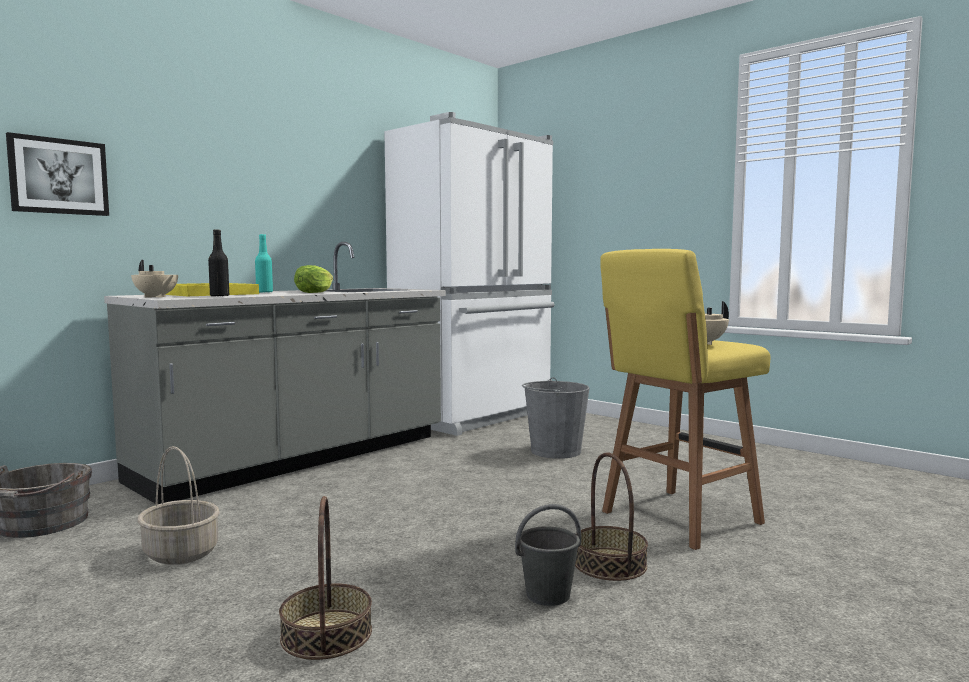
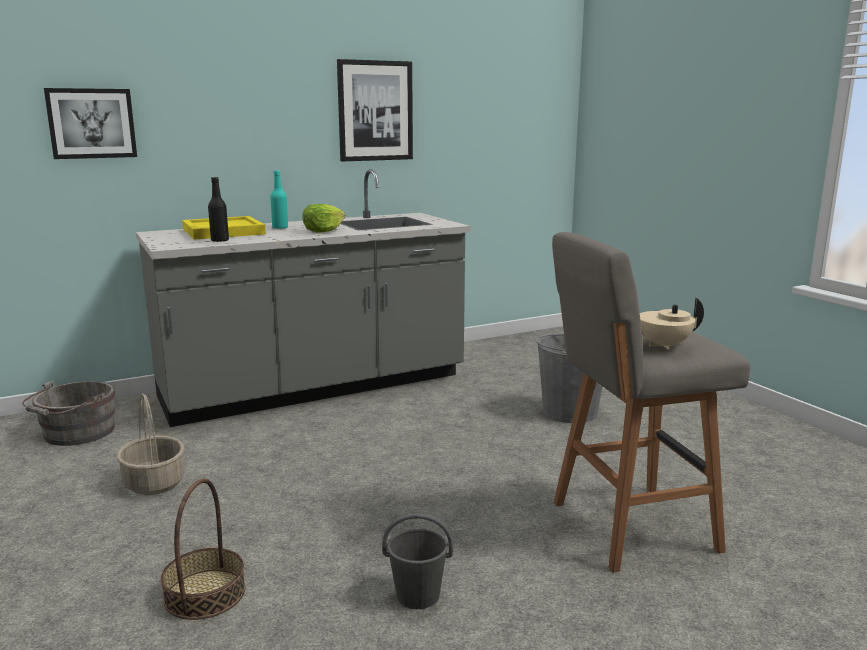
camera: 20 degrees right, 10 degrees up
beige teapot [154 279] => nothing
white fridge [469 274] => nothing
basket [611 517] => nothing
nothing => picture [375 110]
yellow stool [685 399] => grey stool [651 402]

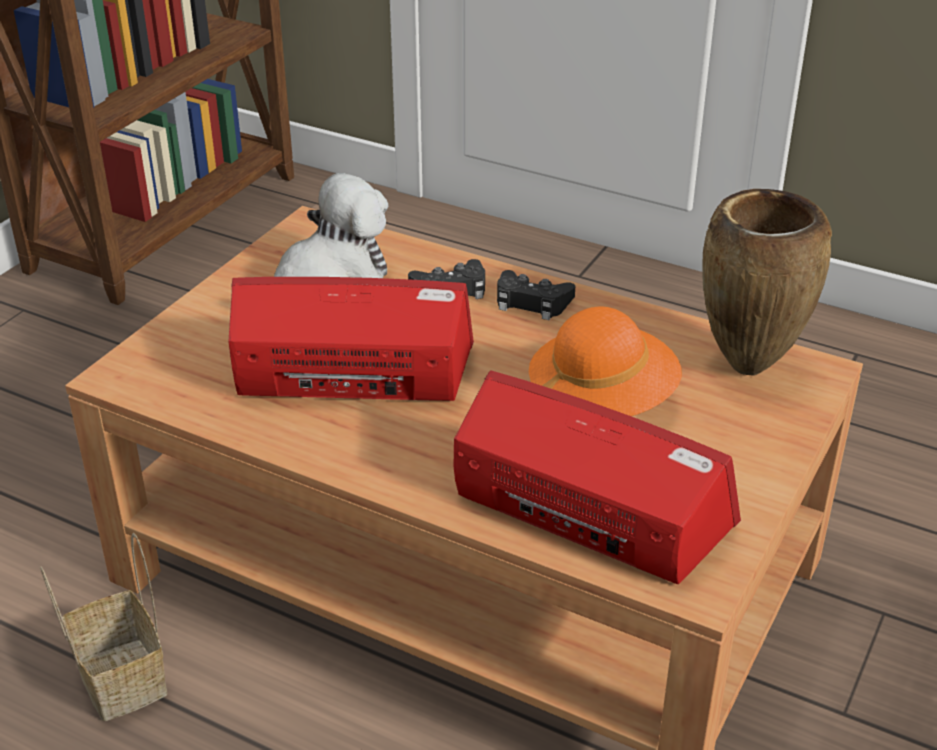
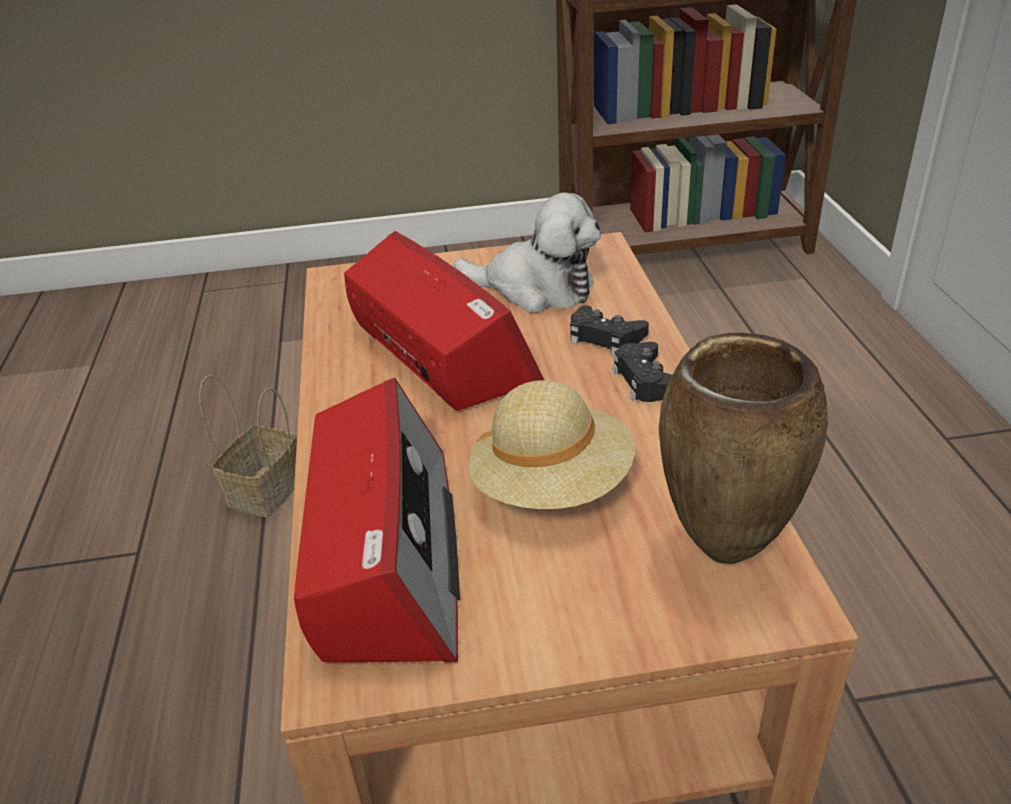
camera: 55 degrees right, 0 degrees up
orange hat [605 361] => beige hat [552 444]

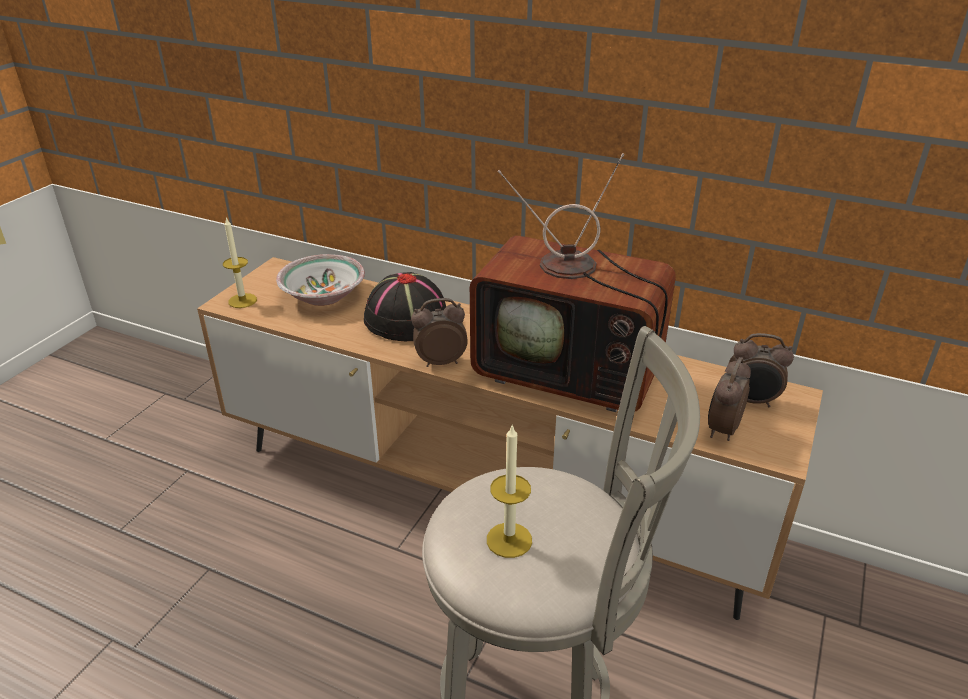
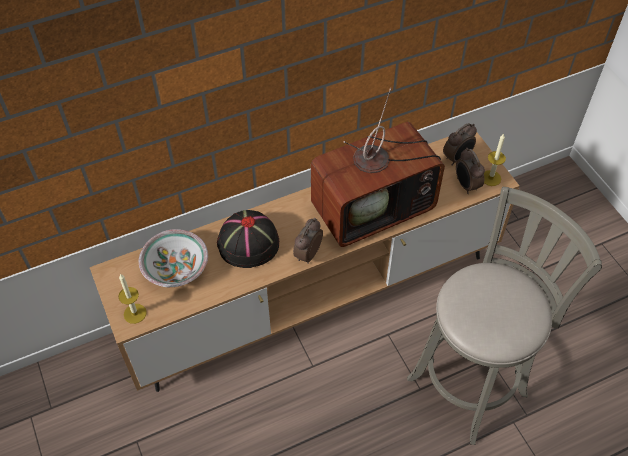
camera: 50 degrees left, 20 degrees up
candle [509 491] => candle [495 159], relocated

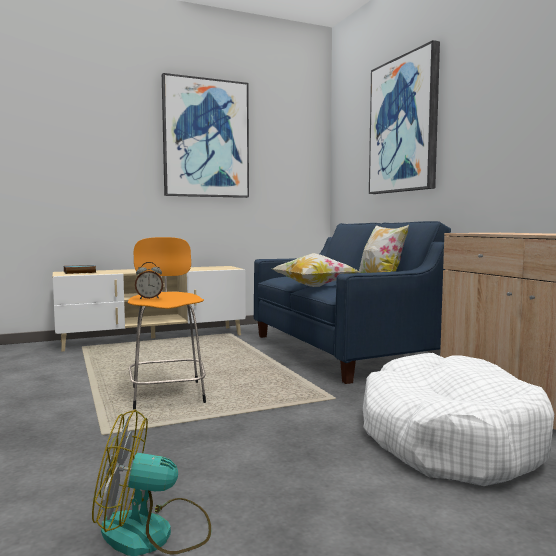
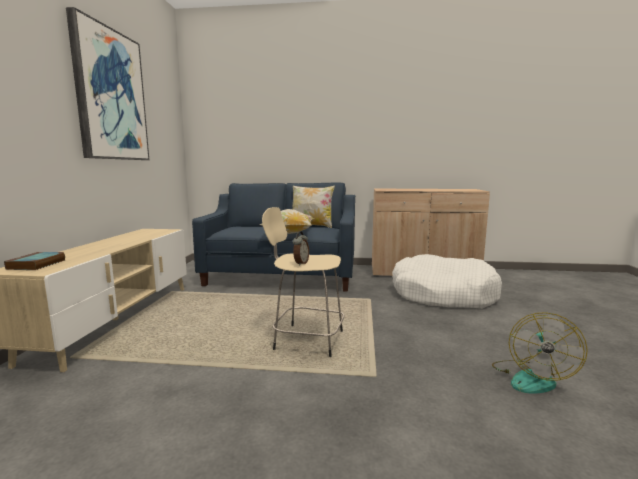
camera: 60 degrees left, 5 degrees up
picture [404 117] => nothing
orange stool [167 323] => beige stool [303 282]

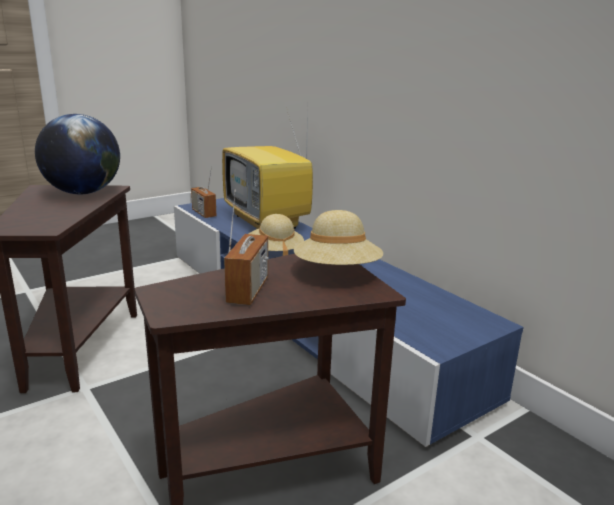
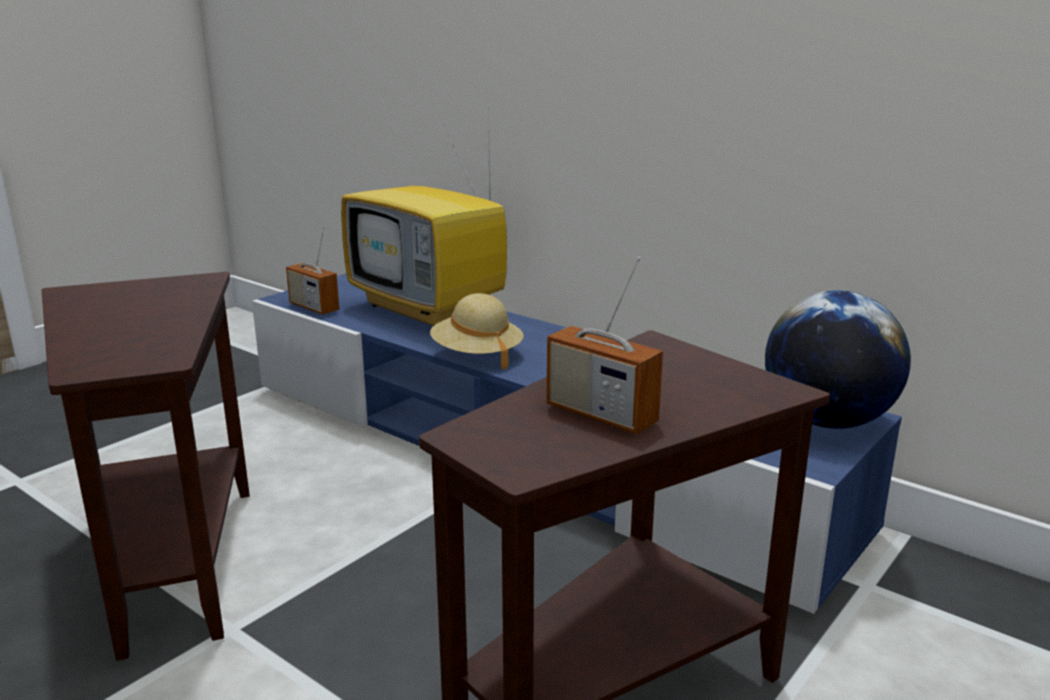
camera: 15 degrees left, 0 degrees up
beige hat [338 237] => nothing
globe [77 154] => globe [838 359], relocated
radio [246 247] => radio [605 345], 135 degrees clockwise

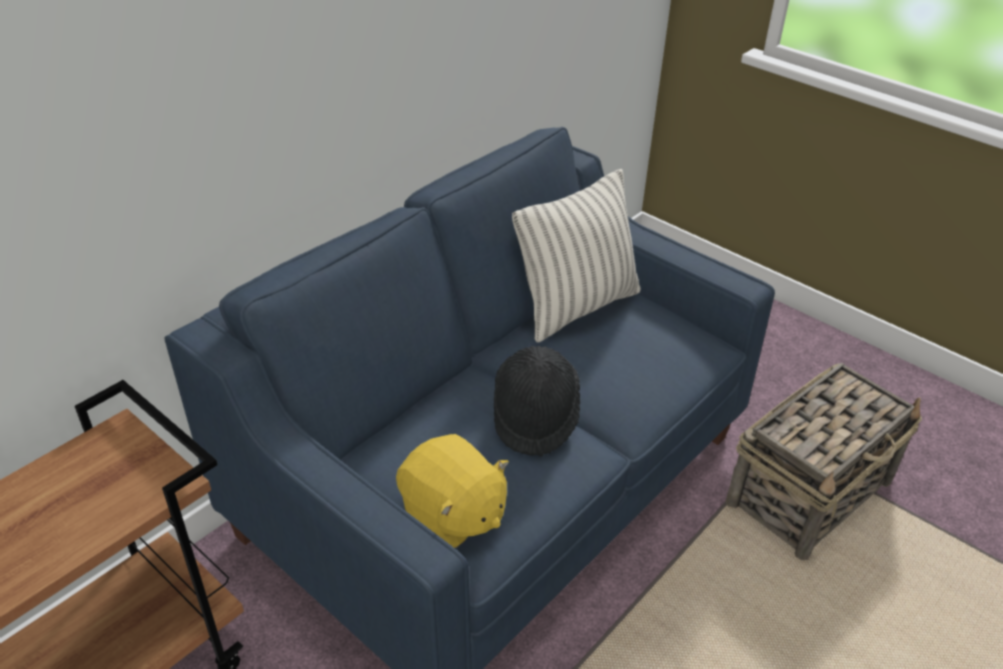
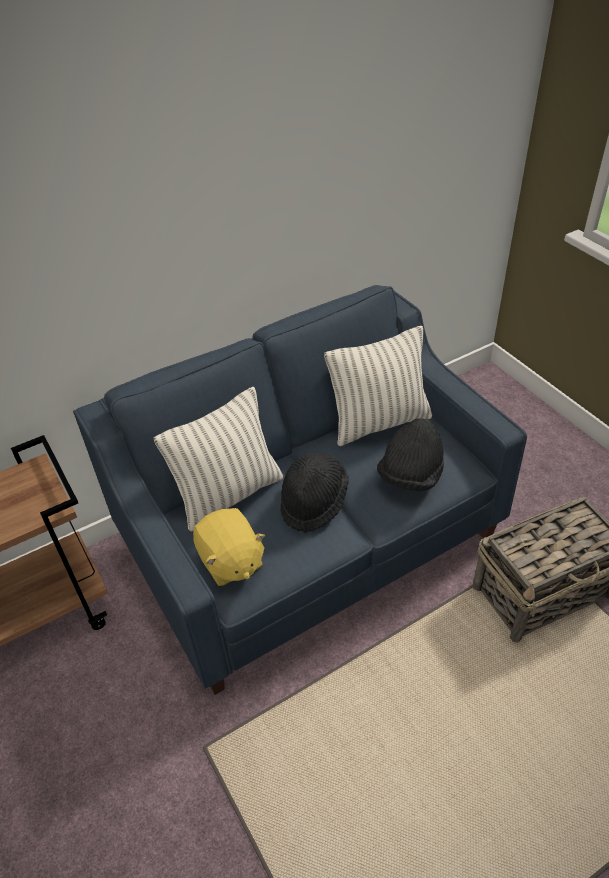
camera: 20 degrees right, 5 degrees up
nothing => pillow [218 459]
nothing => black hat [410 454]

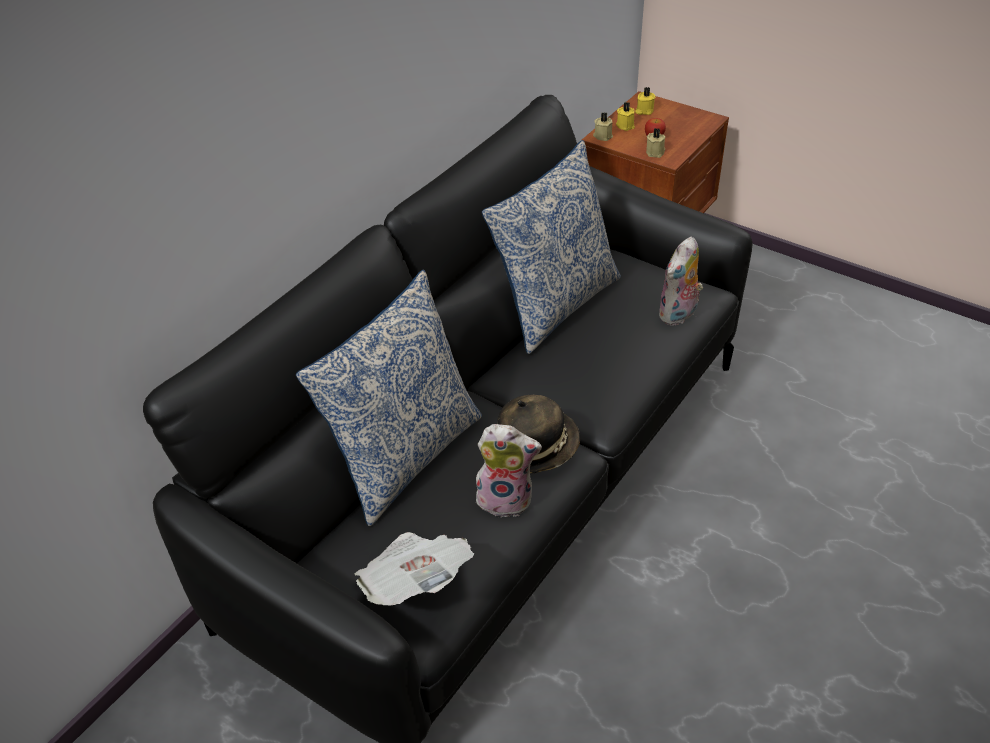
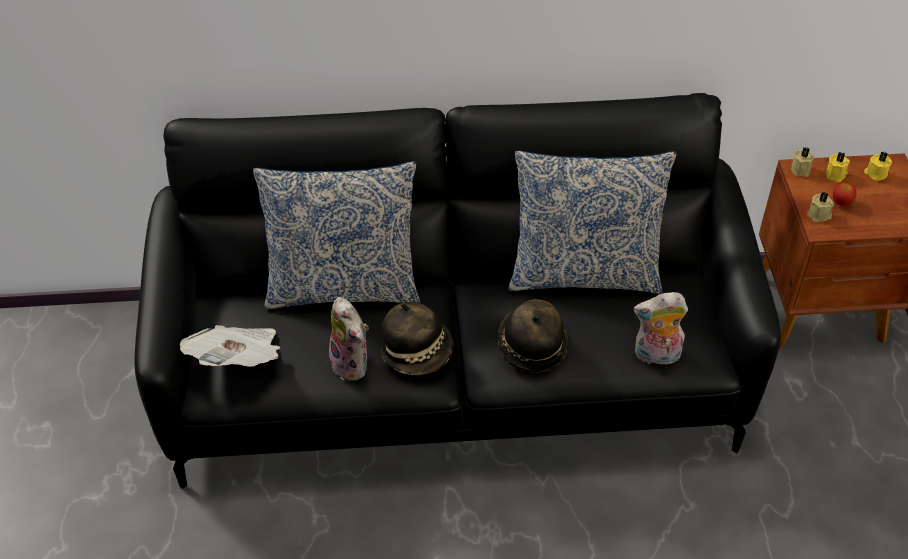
camera: 50 degrees right, 5 degrees up
nothing => hat [533 336]

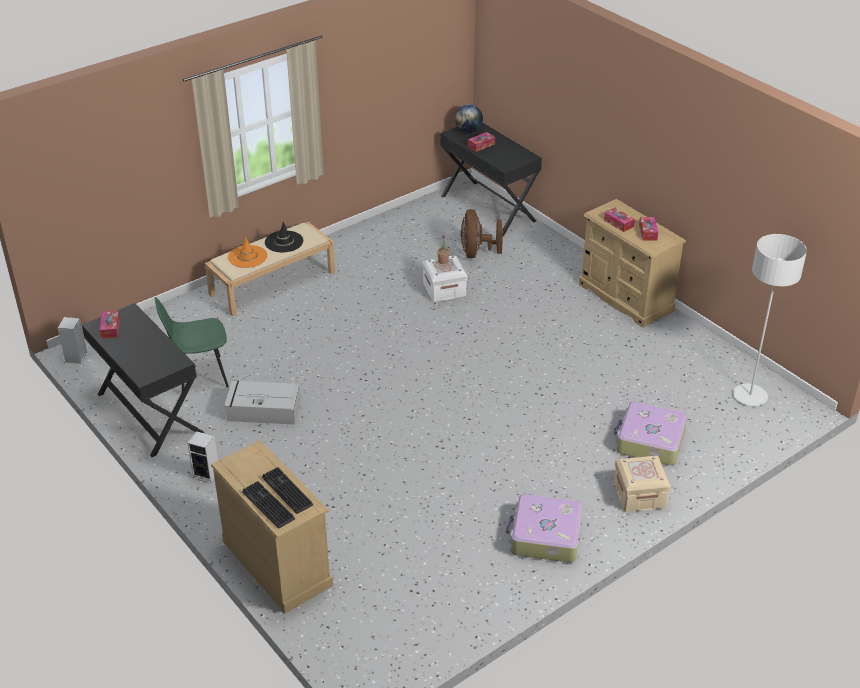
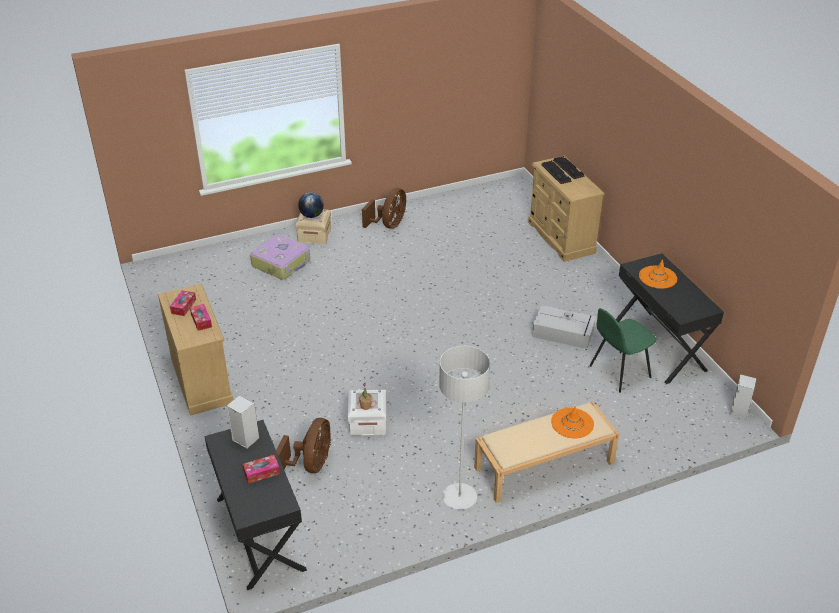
camera: 165 degrees left, 0 degrees up
tissue box [109 324] => nothing
black hat [284 237] => nothing
nothing => orange hat [658 274]
speaker [203 457] => speaker [243 422], relocated
globe [469 118] => globe [311 205], relocated
grey floor lamp [770 320] => grey floor lamp [464 428], relocated
suitcase [544 528] => brown fan [384 208]
green chair [192 344] => green chair [623 350], 150 degrees clockwise

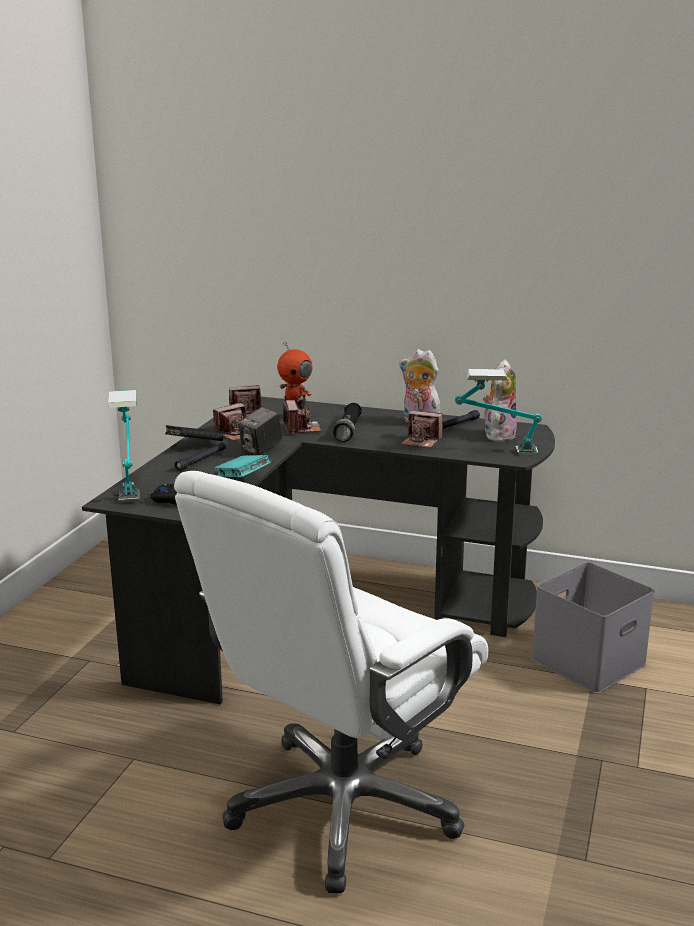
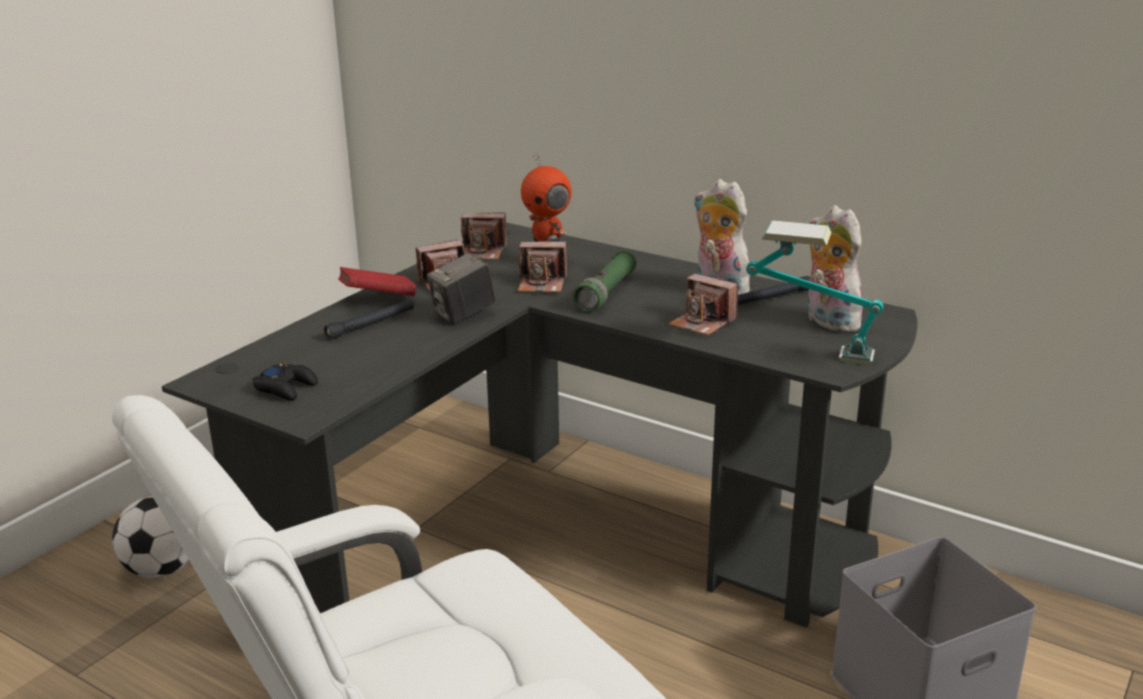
camera: 15 degrees right, 5 degrees up
table lamp [124 446] => nothing
turquoise book [242 466] => nothing
nothing => football [150 537]
black book [194 433] => red book [377 281]
black flashlight [347 422] => green flashlight [605 281]
photo camera [302 417] => photo camera [542 267], 90 degrees clockwise
plush toy [500 400] => plush toy [835 269], 75 degrees counterclockwise

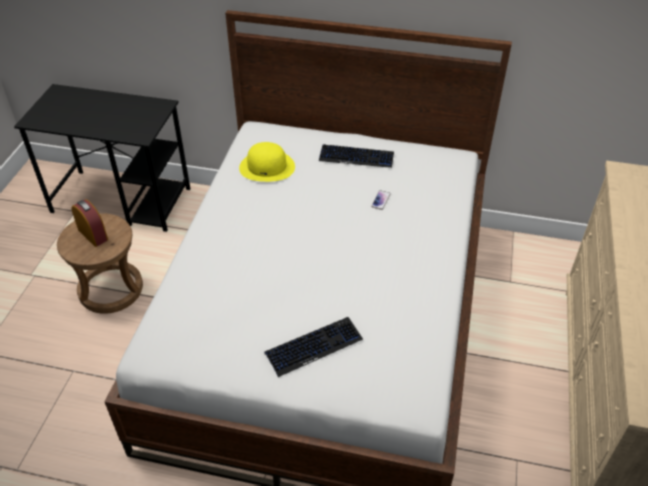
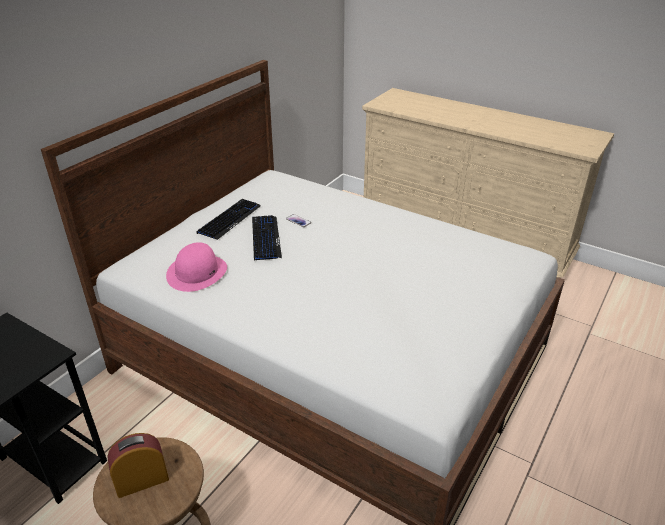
camera: 70 degrees left, 10 degrees down
keyboard [313 347] => keyboard [267 238], relocated
yellow hat [267 162] => pink hat [196 267]

